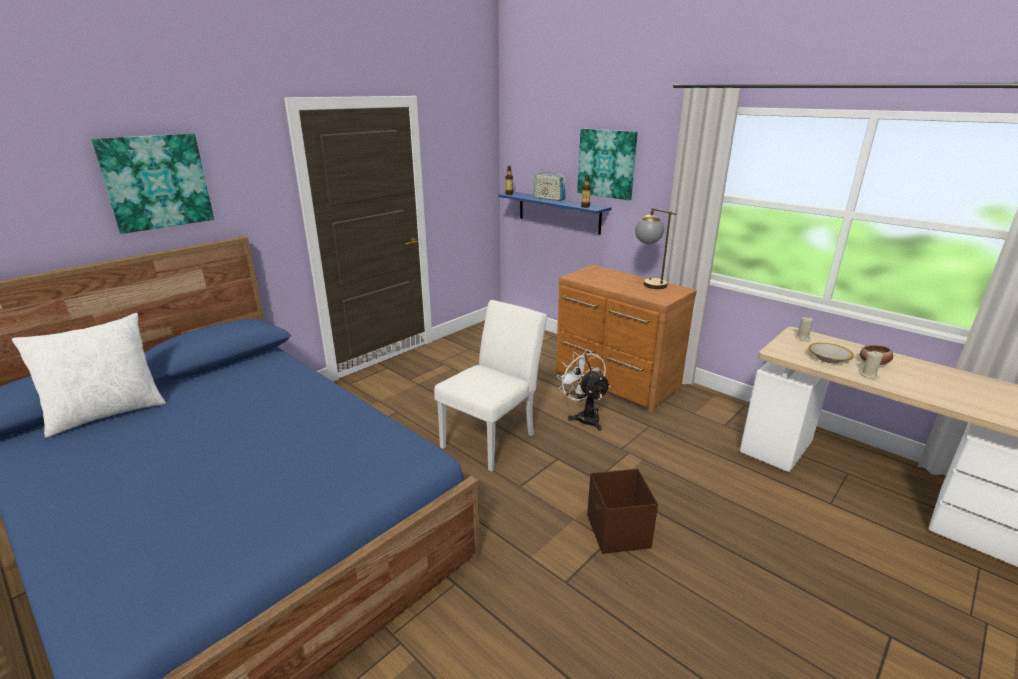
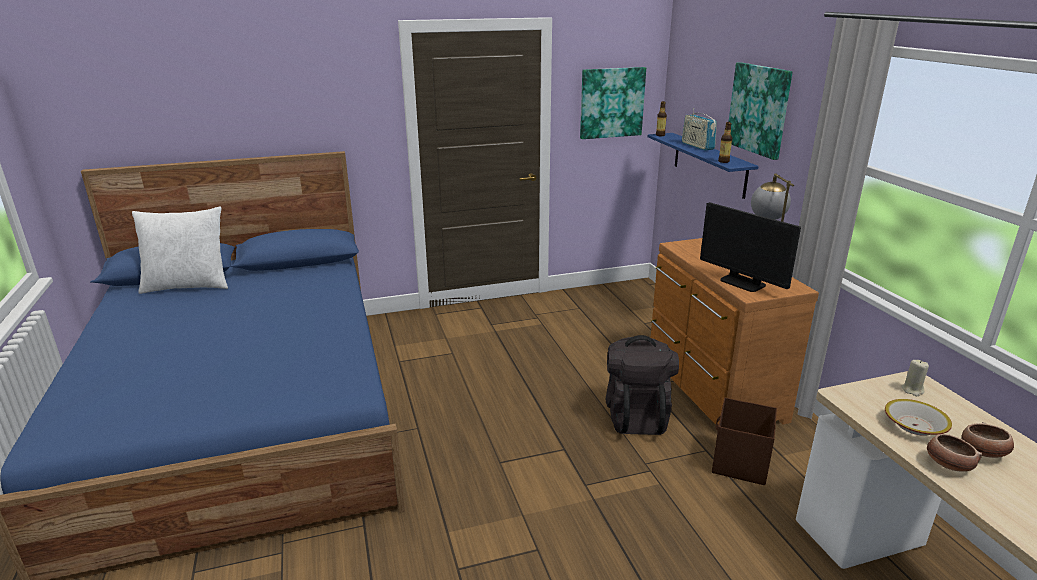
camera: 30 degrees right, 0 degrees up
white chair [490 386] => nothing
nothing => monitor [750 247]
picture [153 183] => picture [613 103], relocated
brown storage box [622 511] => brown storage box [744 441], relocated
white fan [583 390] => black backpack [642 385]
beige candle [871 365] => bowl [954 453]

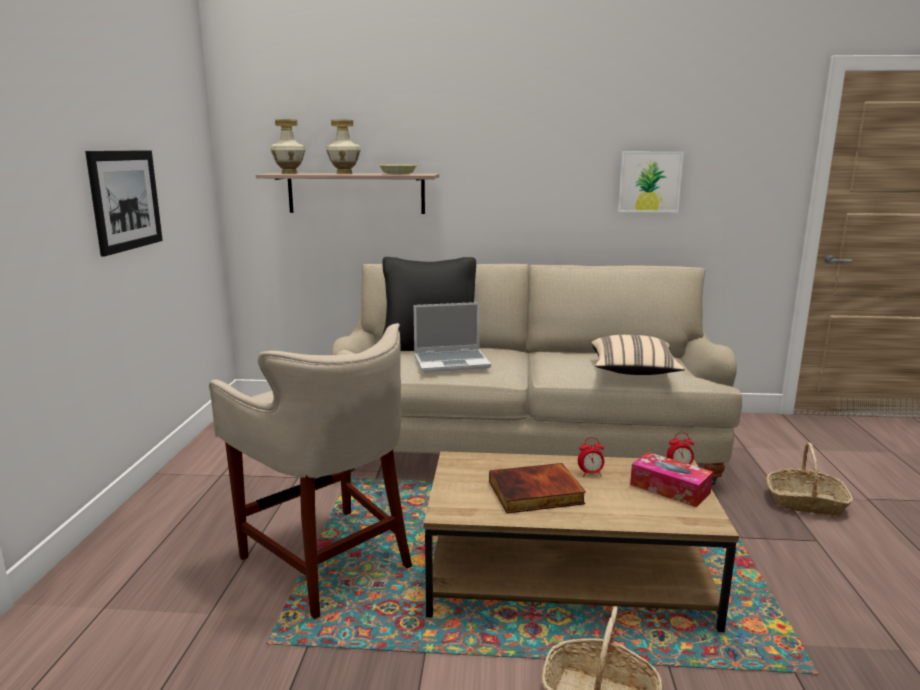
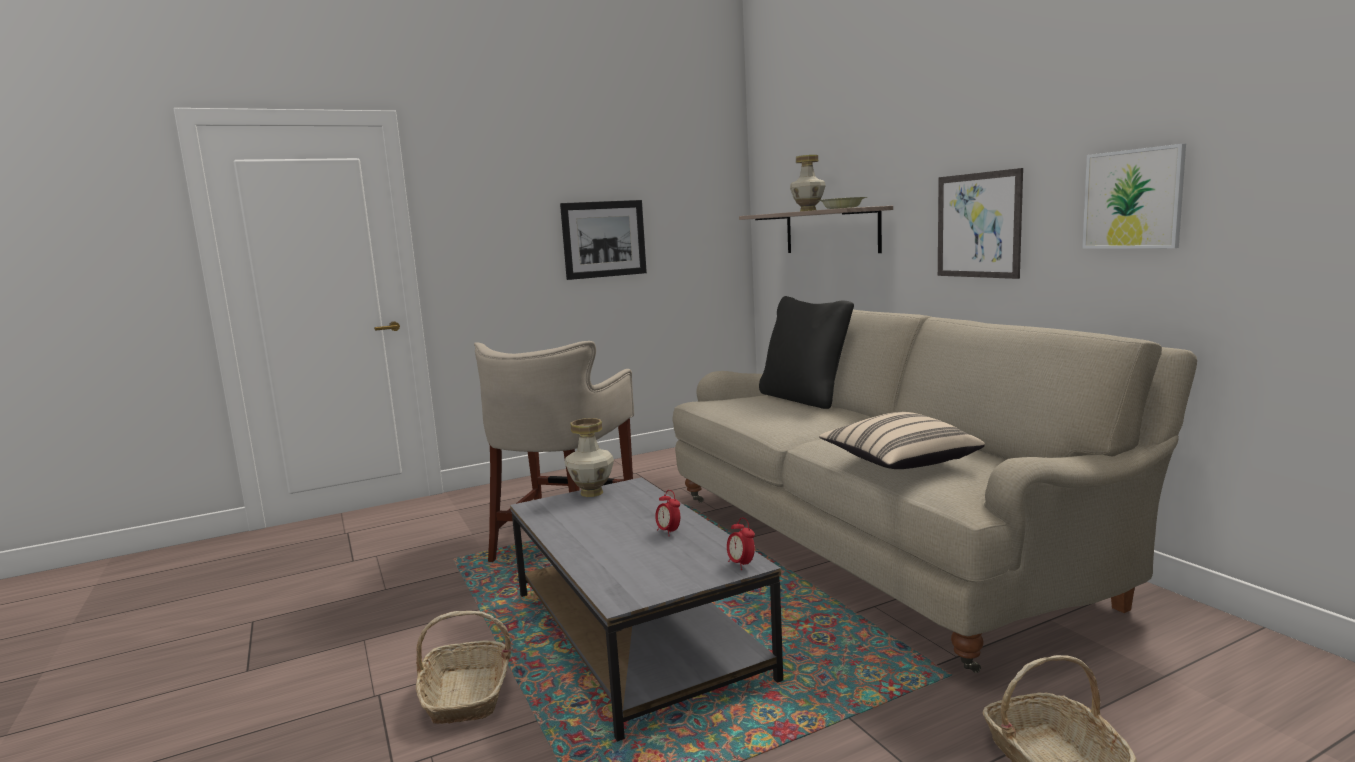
camera: 60 degrees right, 5 degrees down
laptop [452 337] => nothing
book [537 488] => nothing
tissue box [671 479] => nothing
nothing => picture [980 223]
vase [287 146] => vase [589 457], relocated
brown coffee table [581 541] => grey coffee table [646 609]

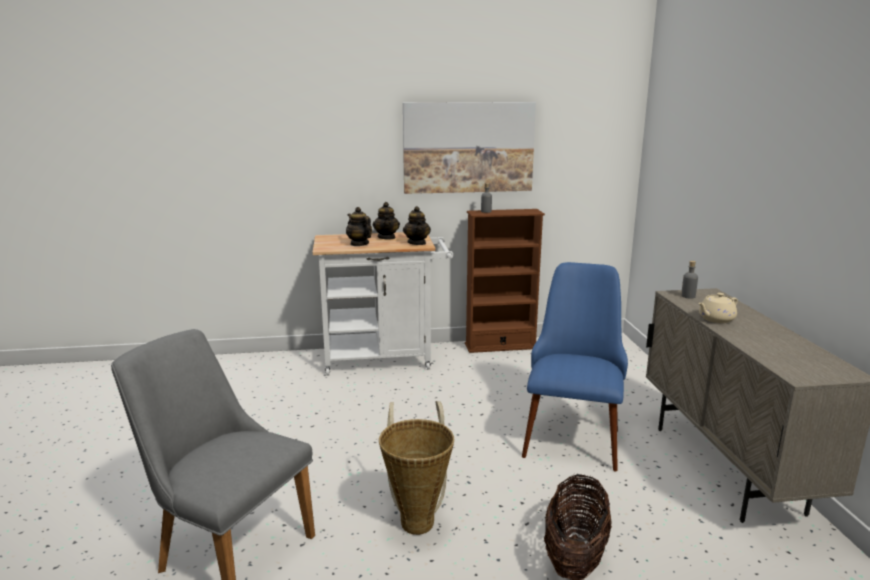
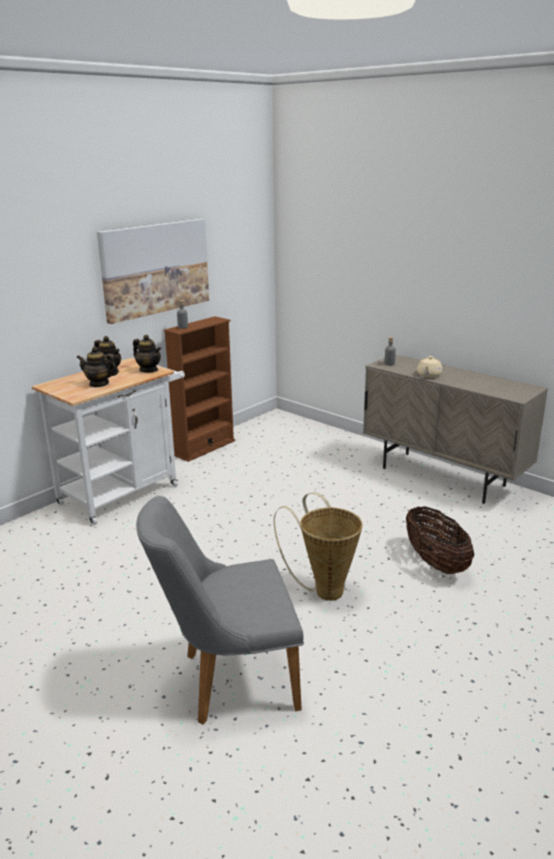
camera: 40 degrees left, 5 degrees up
blue chair [575 366] => nothing

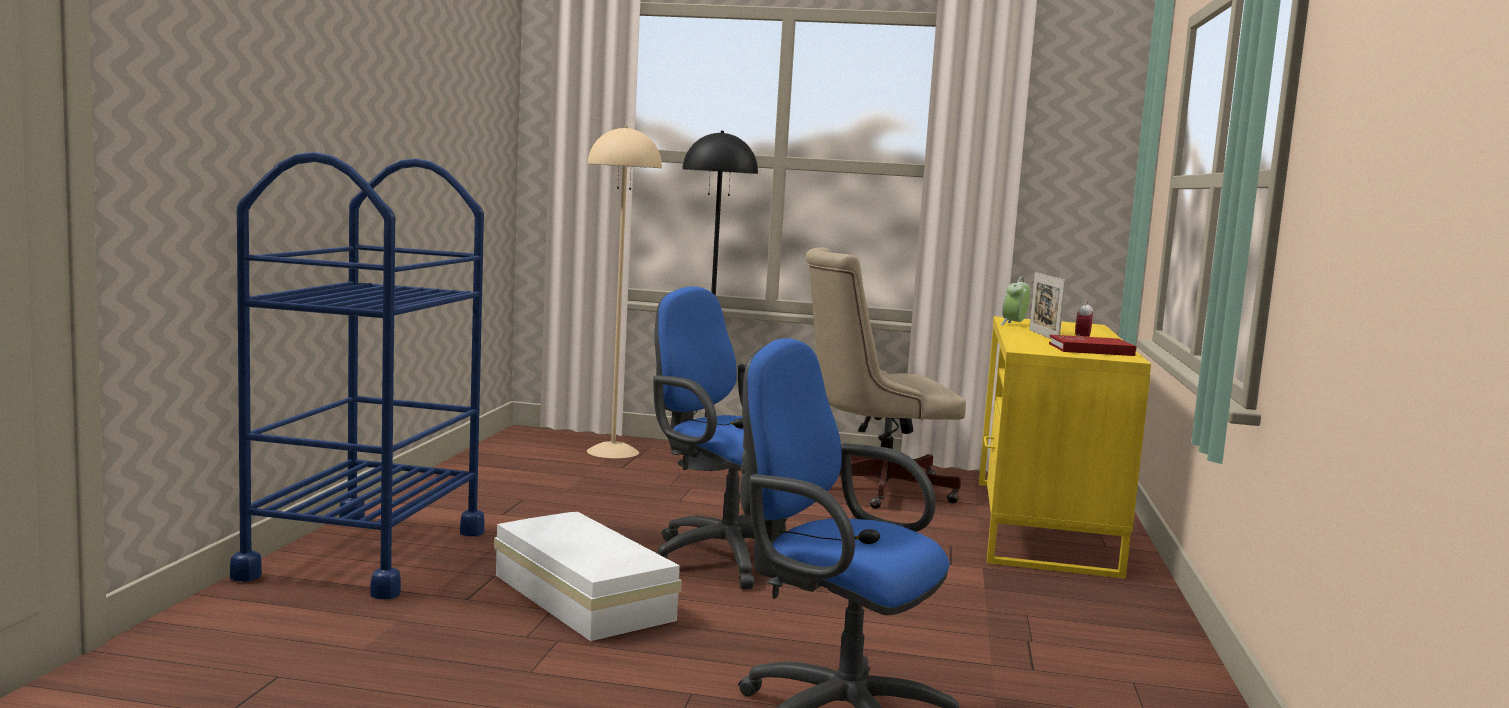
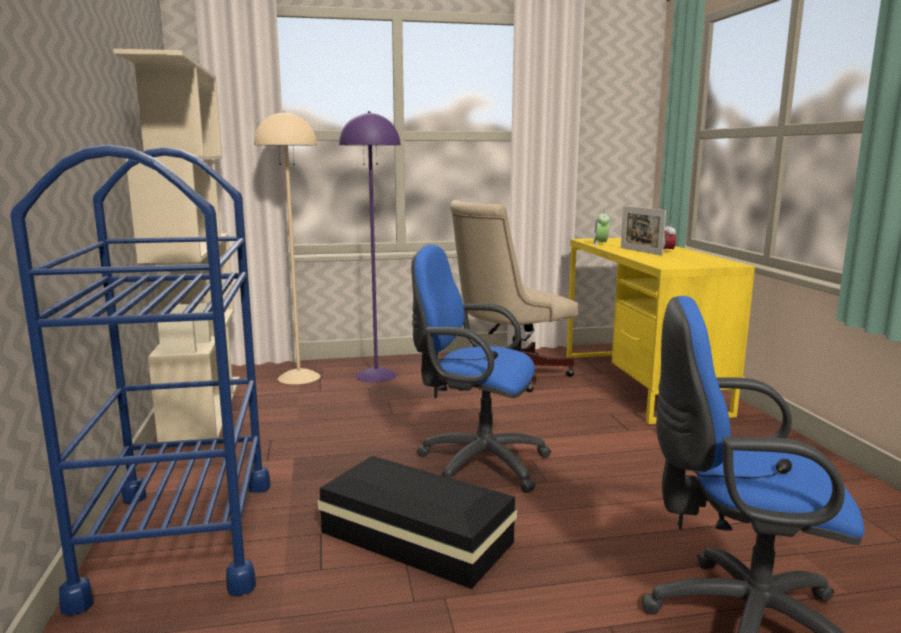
camera: 20 degrees left, 5 degrees up
red book [1092 345] => nothing
nothing => beige bookcase [176 245]
white storage box [588 576] => black storage box [417 522]
black floor lamp [718 301] => purple floor lamp [370 247]

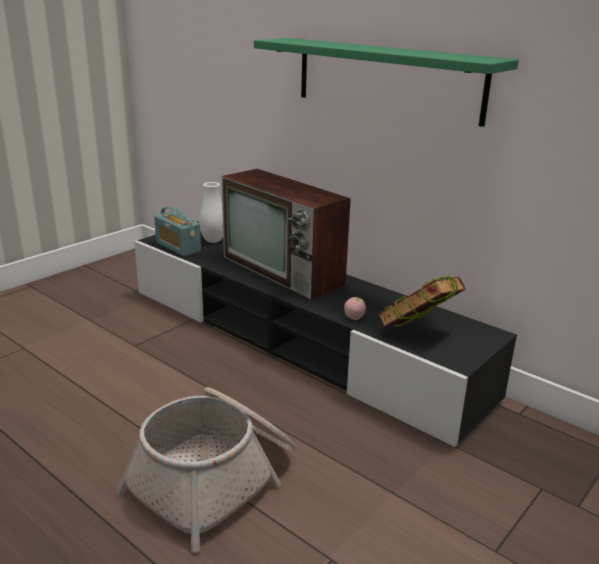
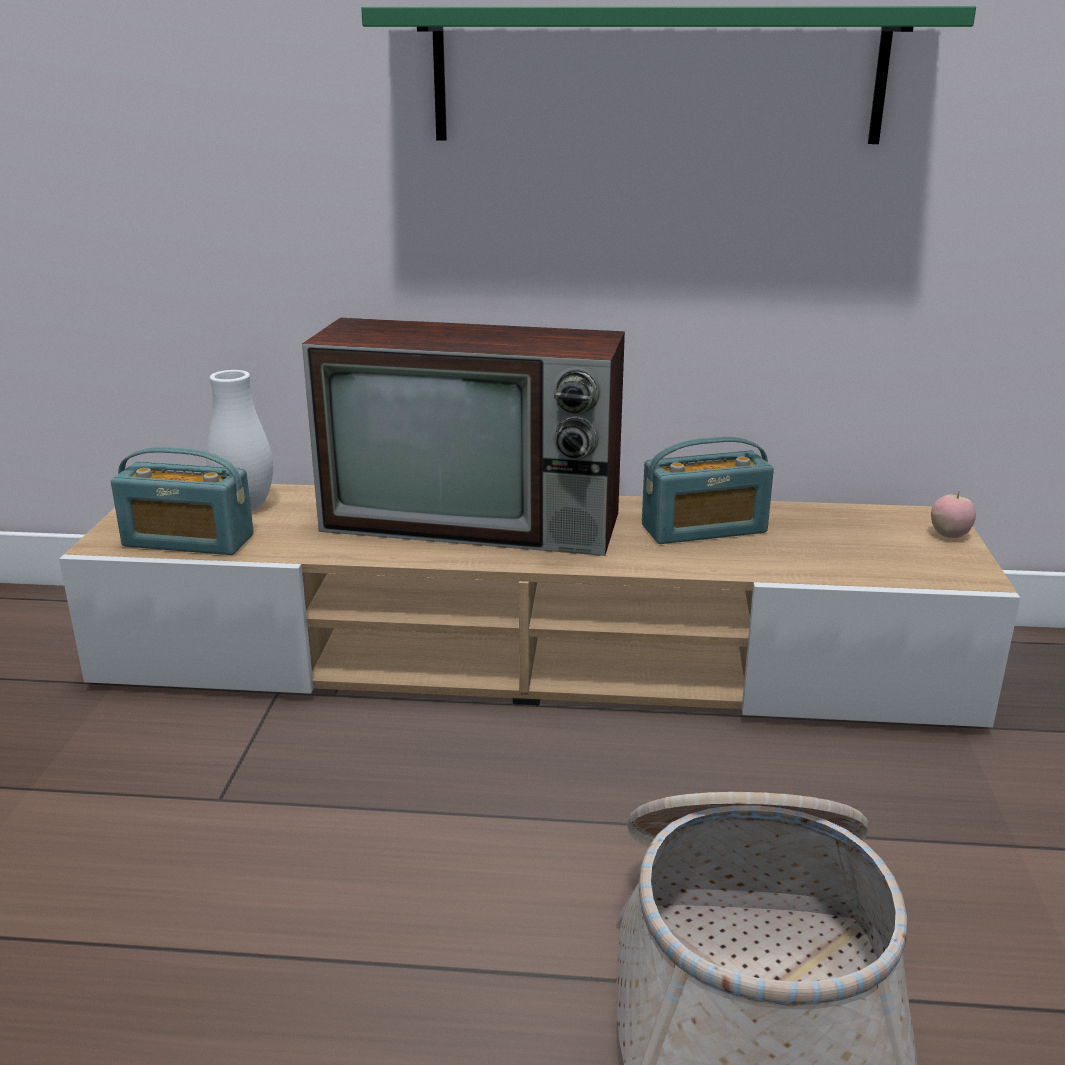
camera: 35 degrees left, 0 degrees up
book [421 301] => nothing
nothing => radio [708 490]
apple [355 308] => apple [953 515], relocated
black tv stand [325 334] => beige tv stand [539 606]

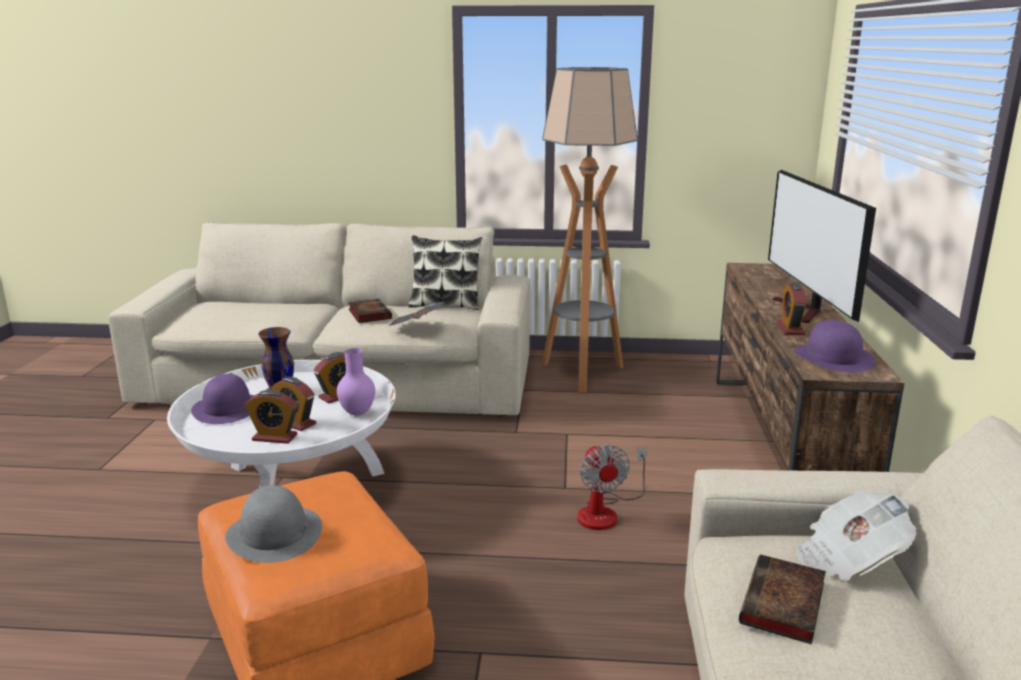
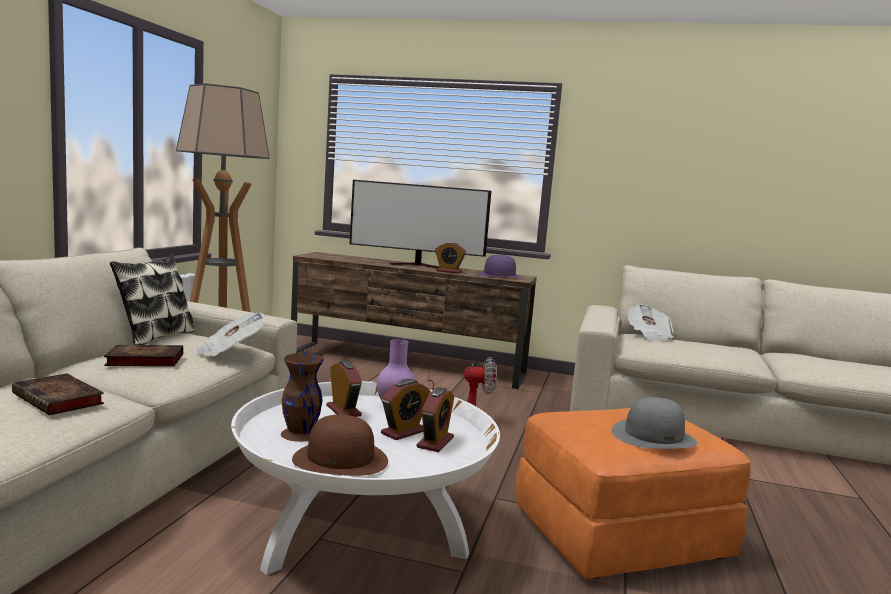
camera: 80 degrees left, 10 degrees down
book [782 599] => book [58 394], relocated
purple hat [223 399] => brown hat [340 445]

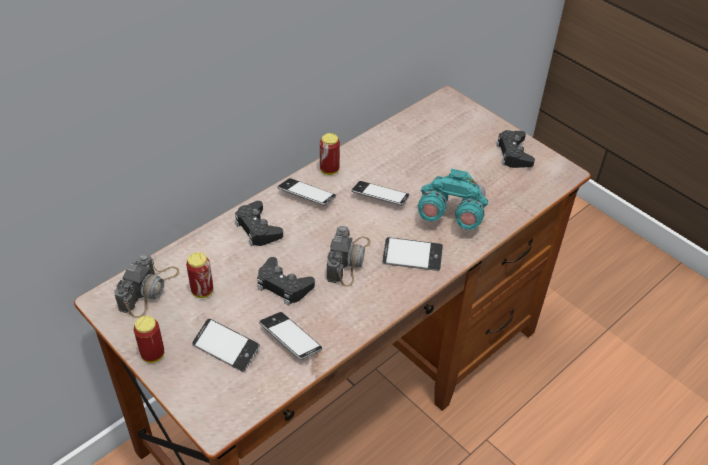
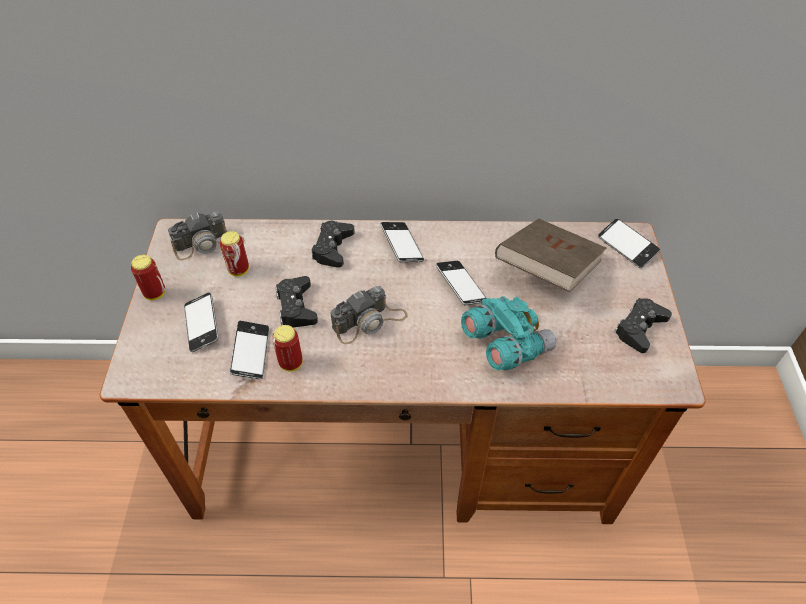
camera: 45 degrees right, 5 degrees up
nothing => brown book [551 255]
can [330 154] => can [287 348], relocated
phone [412 254] => phone [629 243], relocated

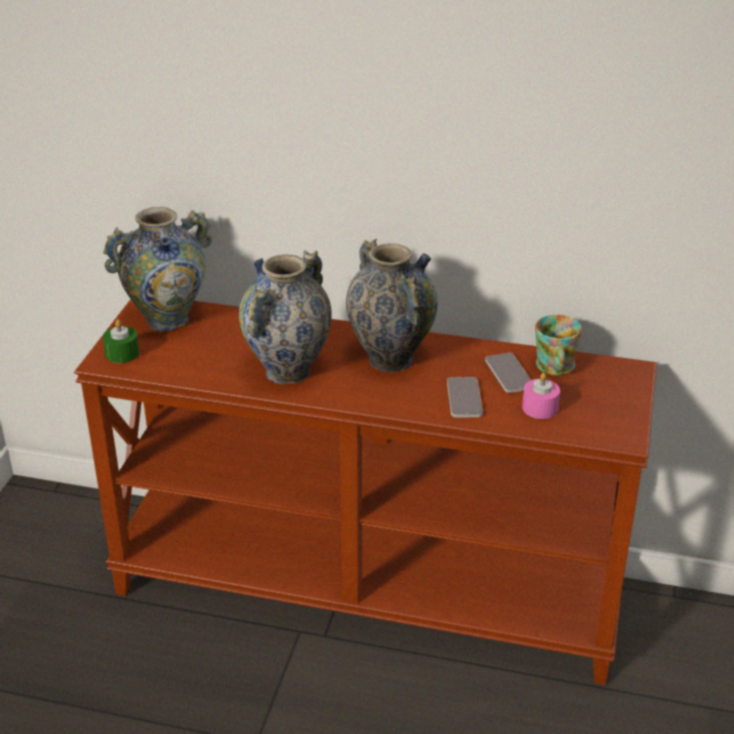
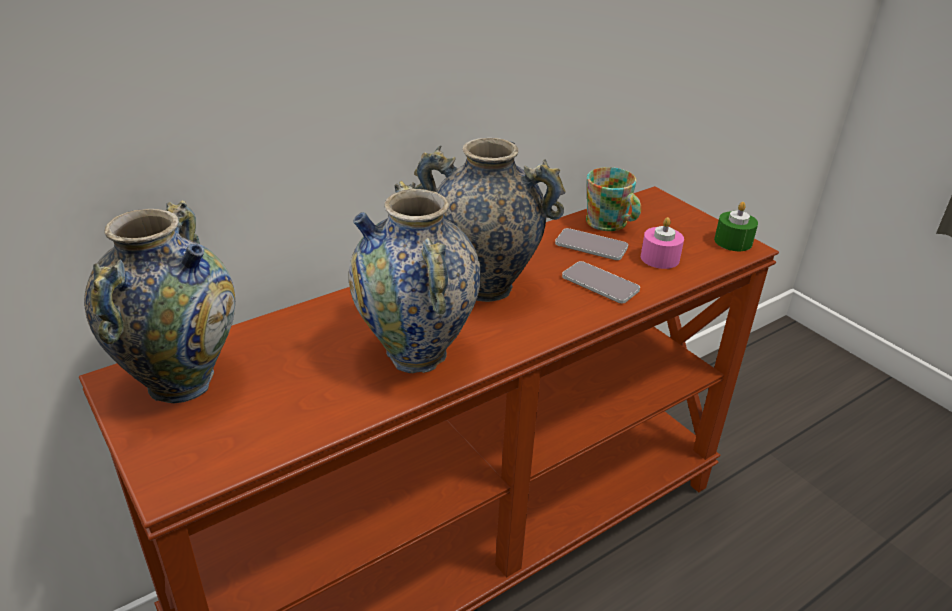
camera: 50 degrees left, 0 degrees up
green candle [121 341] => green candle [736 226], relocated

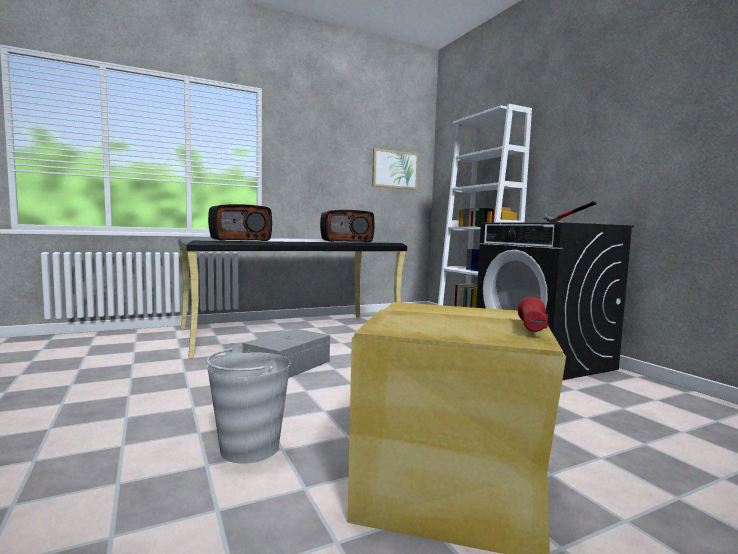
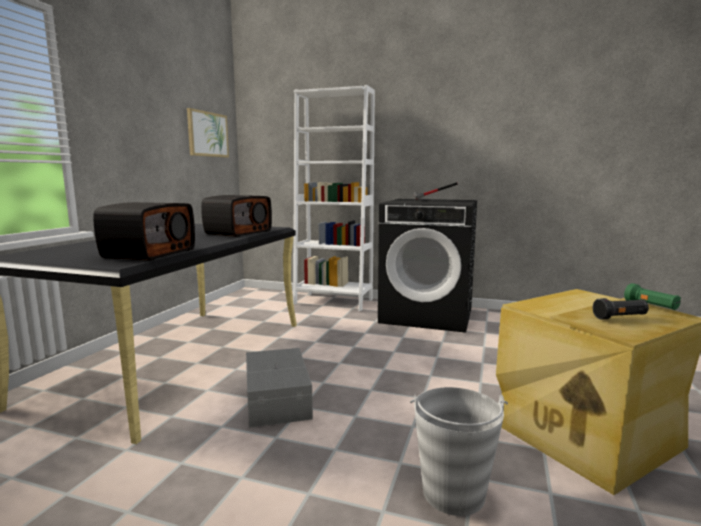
camera: 45 degrees left, 5 degrees up
nothing => black flashlight [621 309]
red flashlight [533 314] => green flashlight [652 296]

